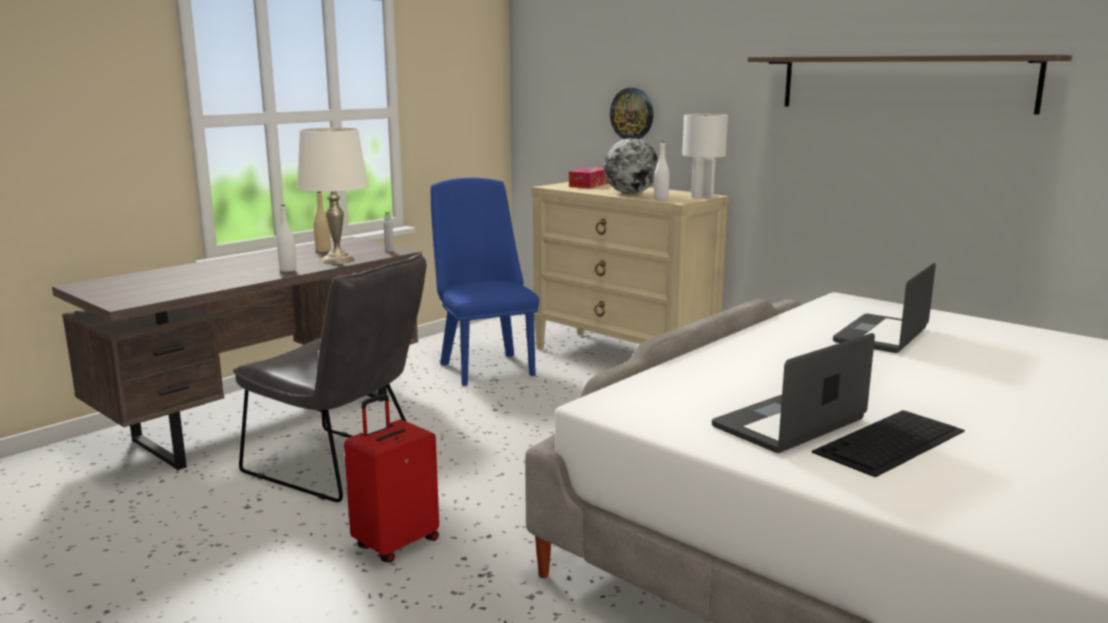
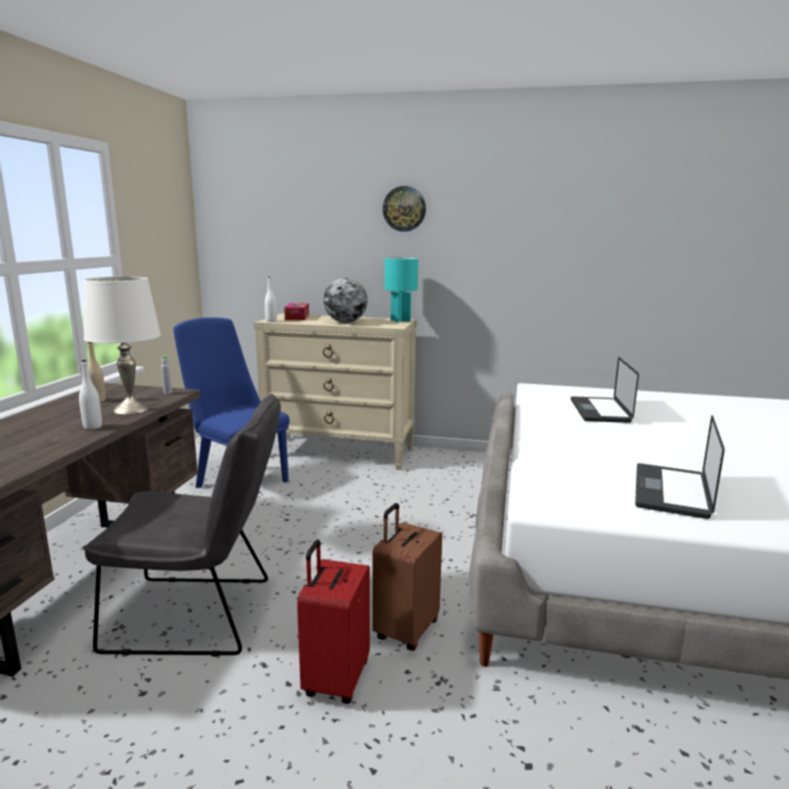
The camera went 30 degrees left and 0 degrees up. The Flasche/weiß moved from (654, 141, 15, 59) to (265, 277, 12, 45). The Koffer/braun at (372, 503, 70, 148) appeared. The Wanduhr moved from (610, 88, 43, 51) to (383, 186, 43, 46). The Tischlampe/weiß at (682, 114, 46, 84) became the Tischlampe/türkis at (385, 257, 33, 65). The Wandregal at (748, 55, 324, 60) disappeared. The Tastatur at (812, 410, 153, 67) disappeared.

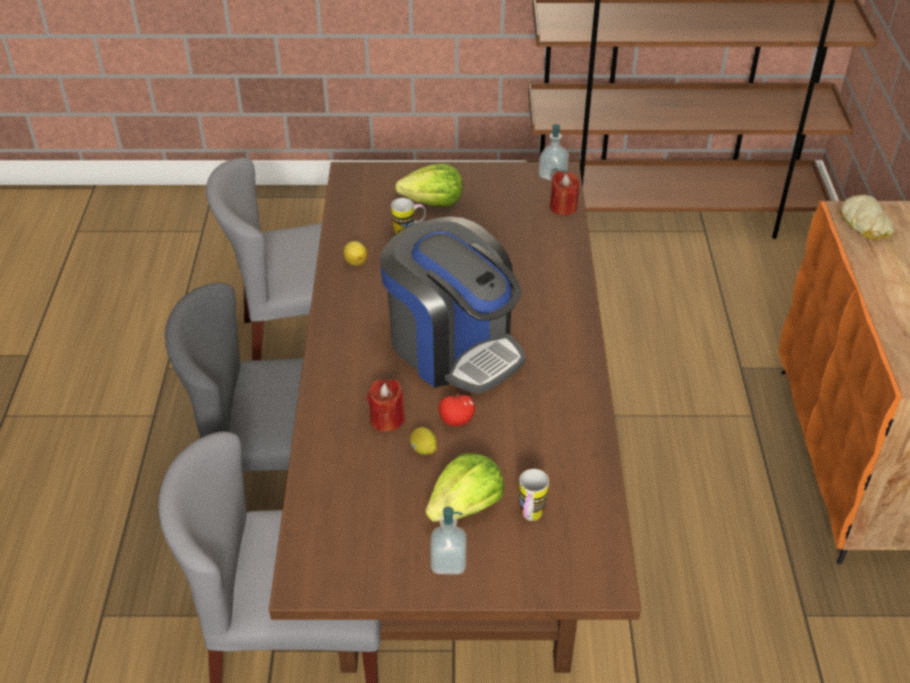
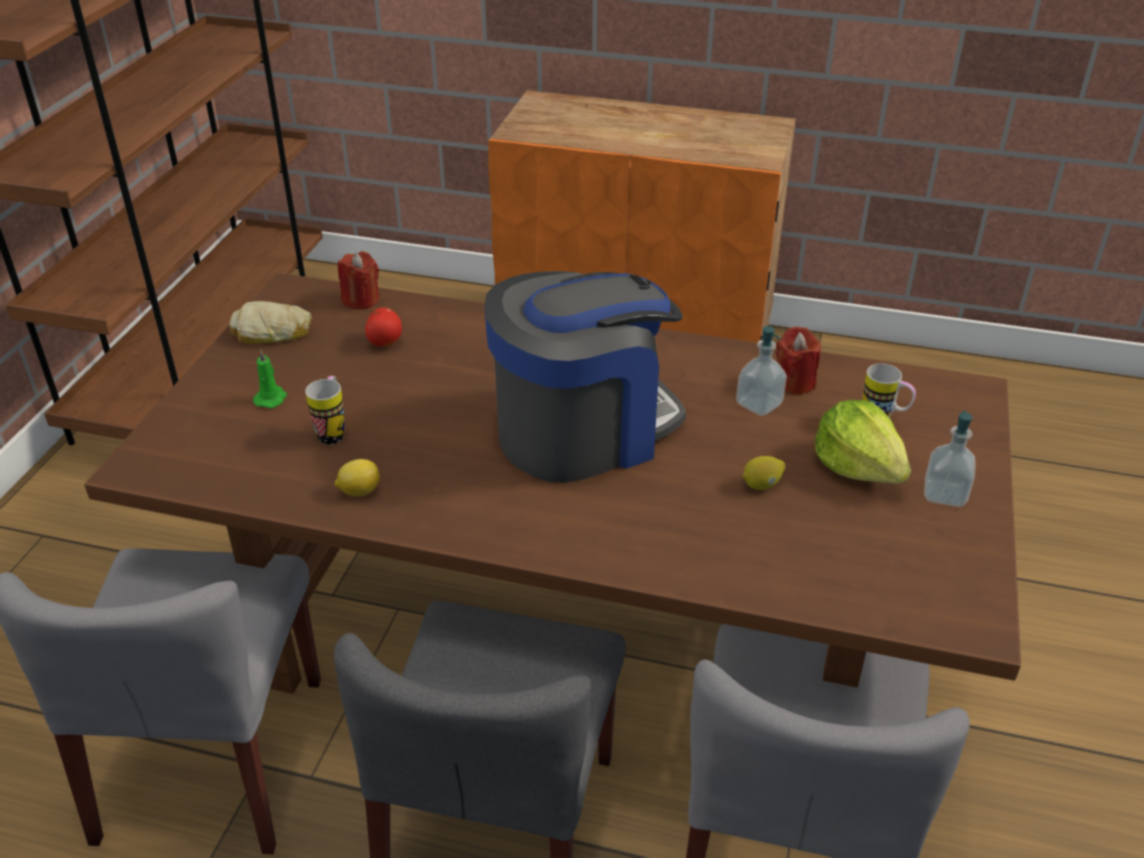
The camera went 75 degrees left and 5 degrees down. The Brot moved from (839, 195, 55, 45) to (230, 301, 82, 42). The Salatkopf at (395, 164, 68, 43) was replaced by the Kerze/grün at (253, 349, 34, 59). The Apfel moved from (439, 391, 36, 35) to (365, 306, 37, 41). The Seifenspender moved from (539, 124, 30, 57) to (736, 326, 51, 90). The Kerze/rot moved from (367, 379, 38, 54) to (776, 326, 45, 69).

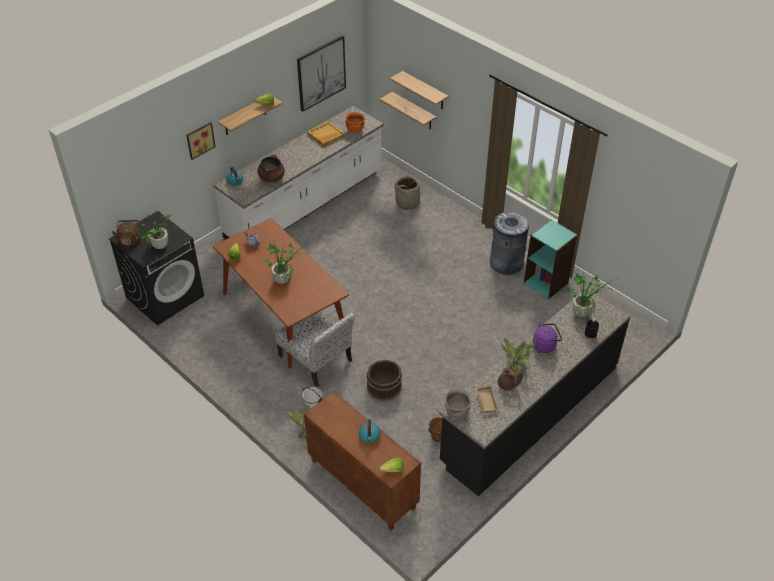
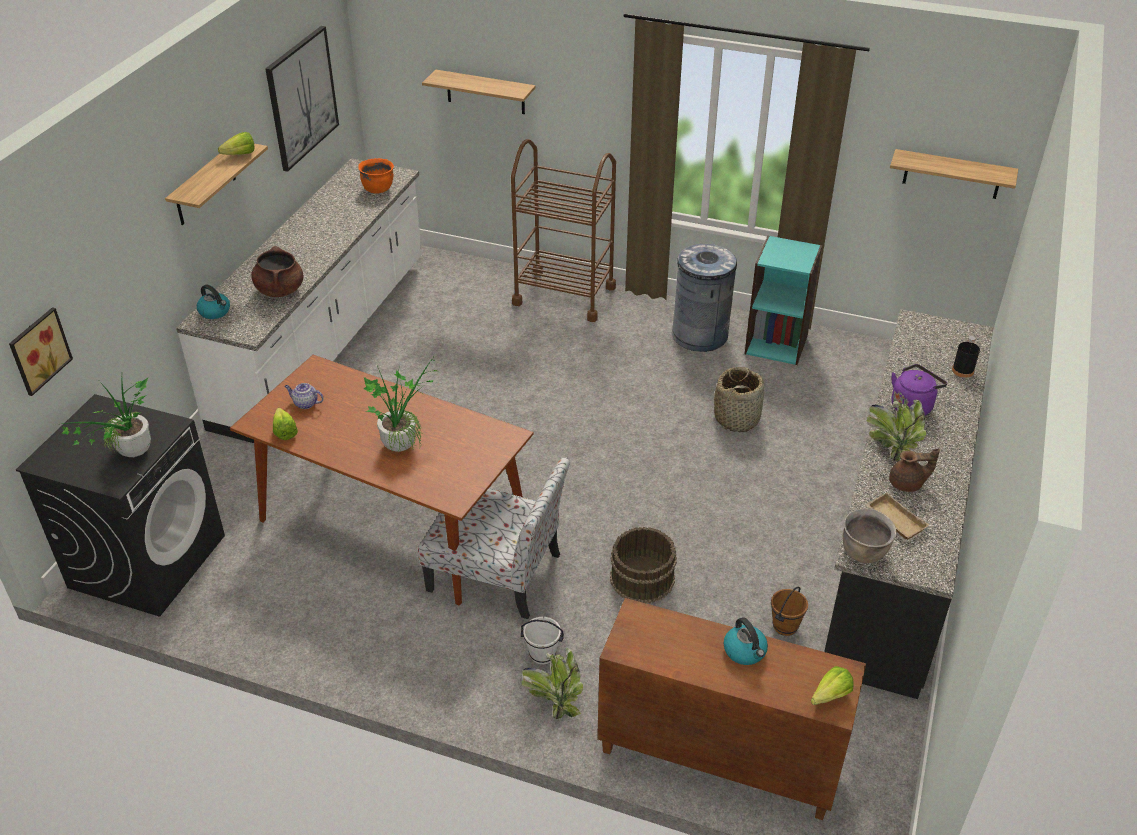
The camera went 25 degrees left and 5 degrees down. The Bild moved from (187, 122, 29, 38) to (9, 307, 64, 89). The Rollwagen/braun at (511, 139, 105, 183) appeared. The Korb moved from (395, 176, 29, 34) to (714, 367, 50, 65). The Wandregal moved from (379, 92, 58, 37) to (890, 149, 128, 50). The Wasserkessel/braun at (112, 220, 28, 26) disappeared. The Tablett/beige at (307, 121, 38, 26) disappeared. The Topfpflanze at (568, 273, 50, 46) disappeared.

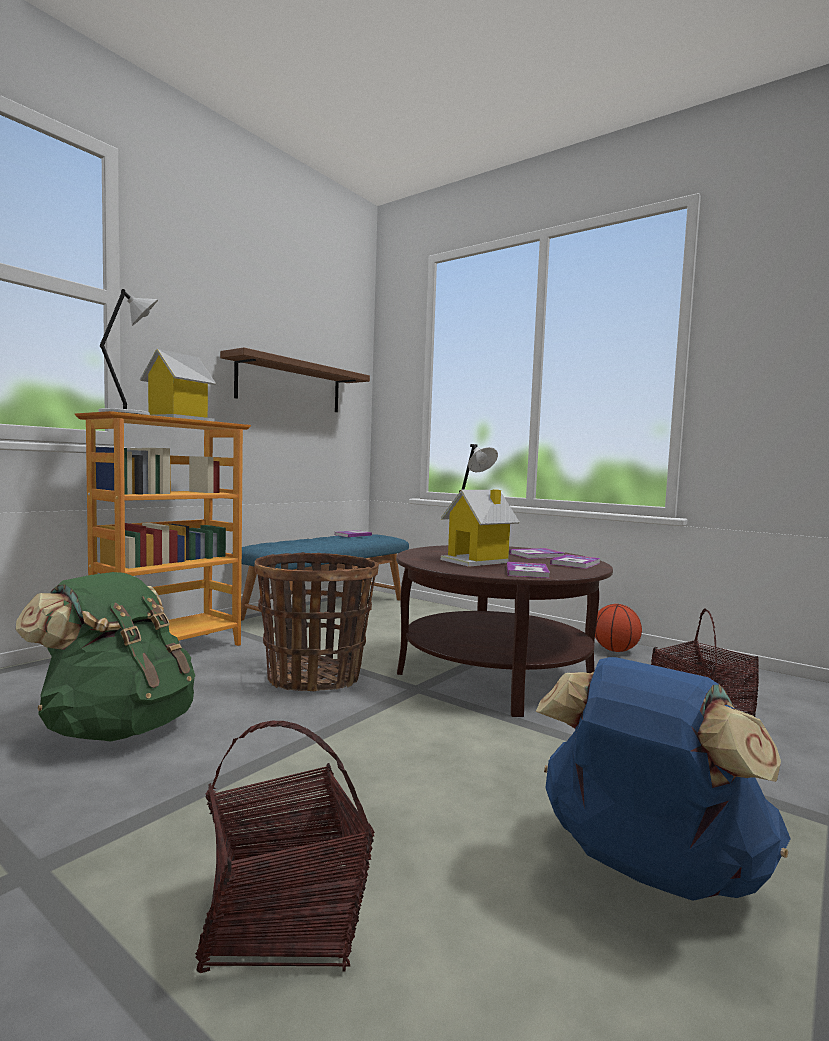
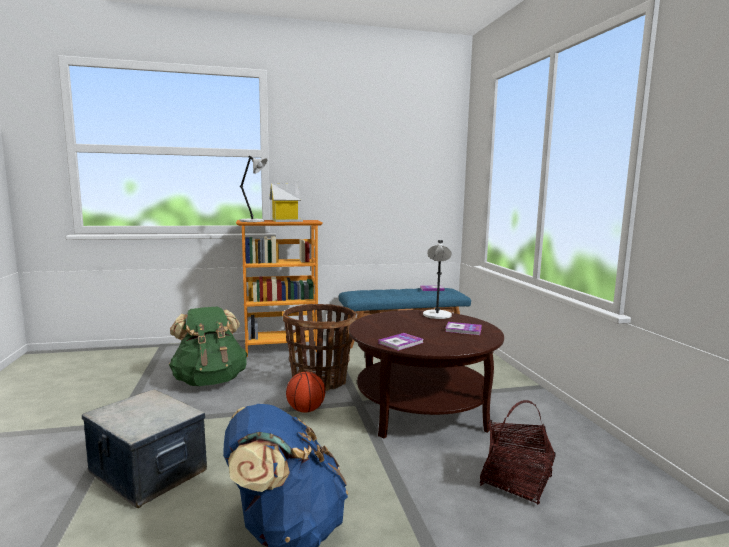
The camera went 40 degrees right and 5 degrees up. The Korb at (195, 721, 180, 252) was replaced by the Aufbewahrungsbox at (82, 389, 125, 119). The Basketball moved from (595, 604, 47, 48) to (286, 372, 39, 41). The Wandregal/braun at (220, 347, 150, 65) disappeared. The Spielzeughaus at (441, 490, 79, 77) disappeared. The Buch at (550, 554, 50, 15) disappeared.

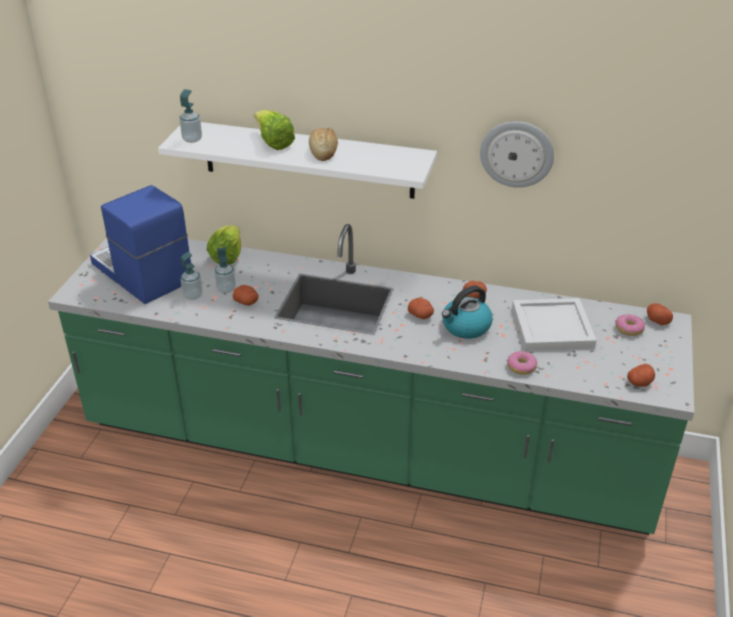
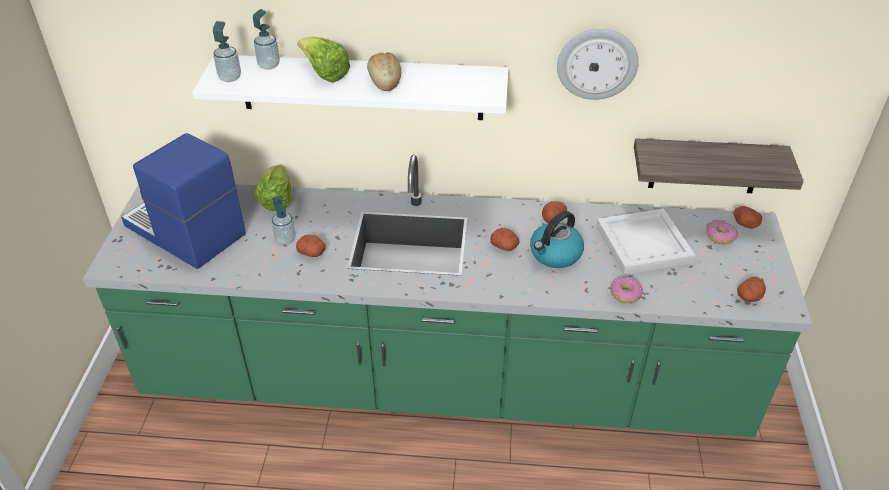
The camera went 10 degrees left and 5 degrees up. The Seifenspender moved from (181, 252, 21, 48) to (253, 9, 27, 61). The Wandregal at (634, 138, 170, 55) appeared.

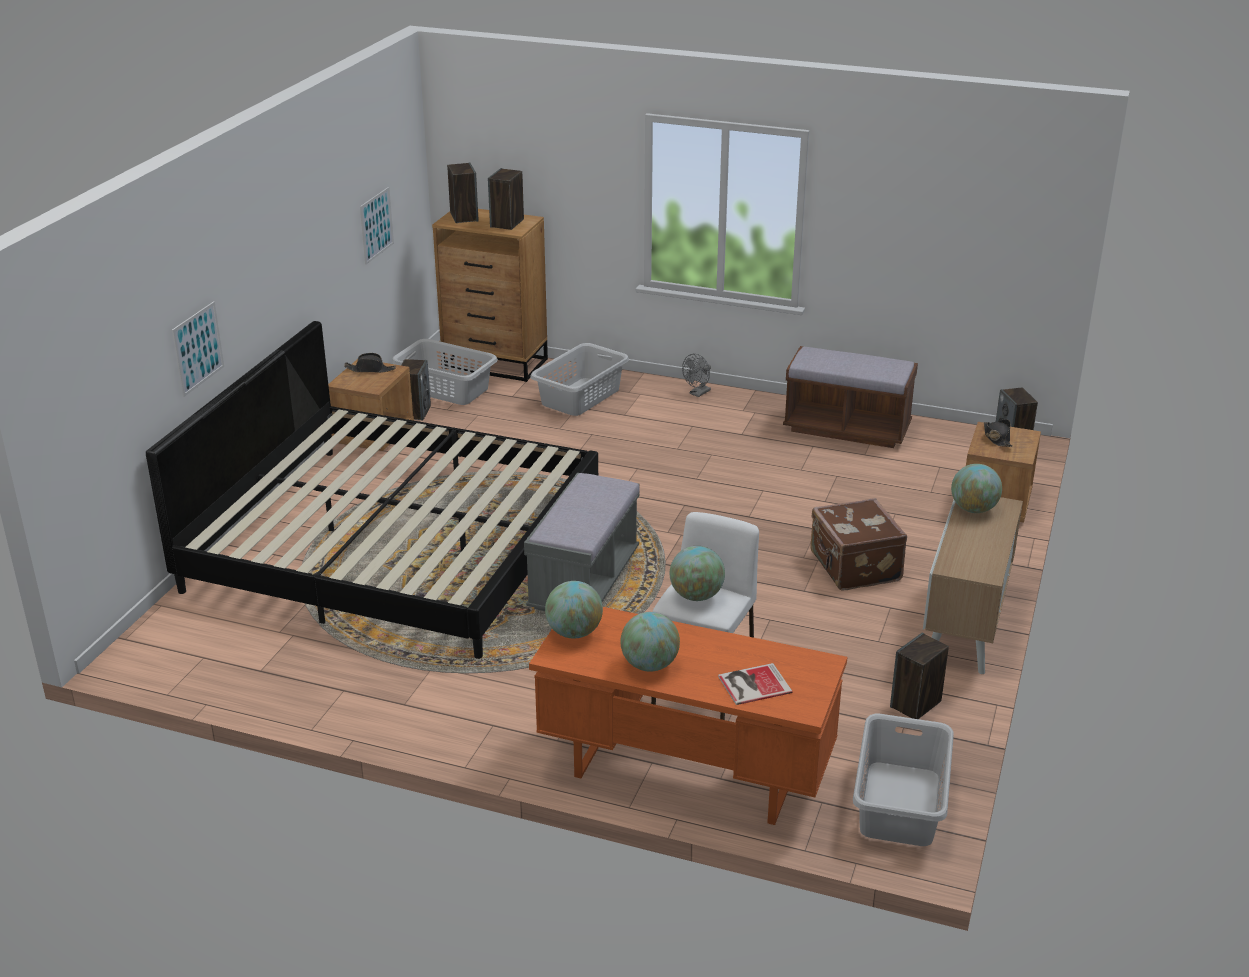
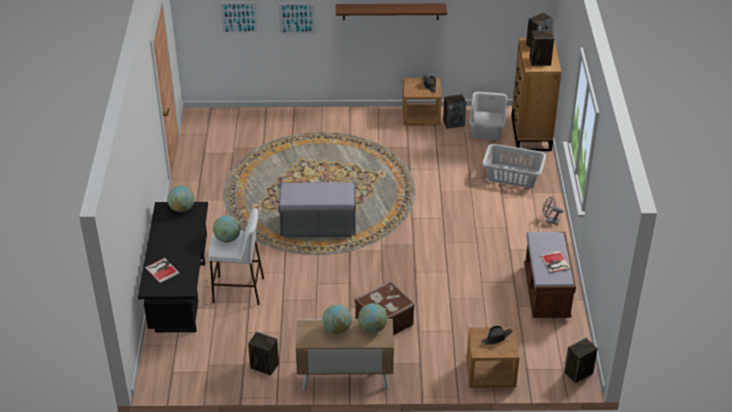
The camera went 70 degrees right and 10 degrees up. The Schreibtisch/orange at (529, 607, 318, 218) became the Schreibtisch/schwarz at (138, 202, 70, 131). The Bild moved from (360, 187, 34, 78) to (220, 2, 38, 32). The Globus moved from (620, 612, 60, 60) to (322, 304, 30, 30). The Wandregal/braun at (336, 4, 111, 17) appeared. The Buch at (540, 250, 31, 23) appeared. The Bett at (146, 321, 452, 338) disappeared. The Wäschekorb/grau at (853, 713, 101, 133) disappeared.

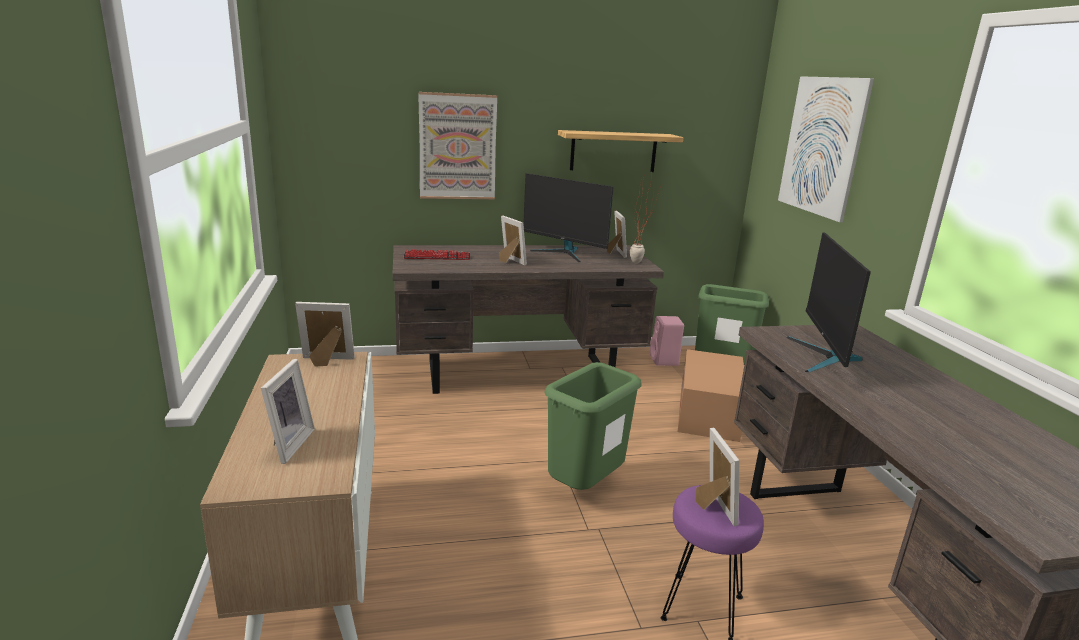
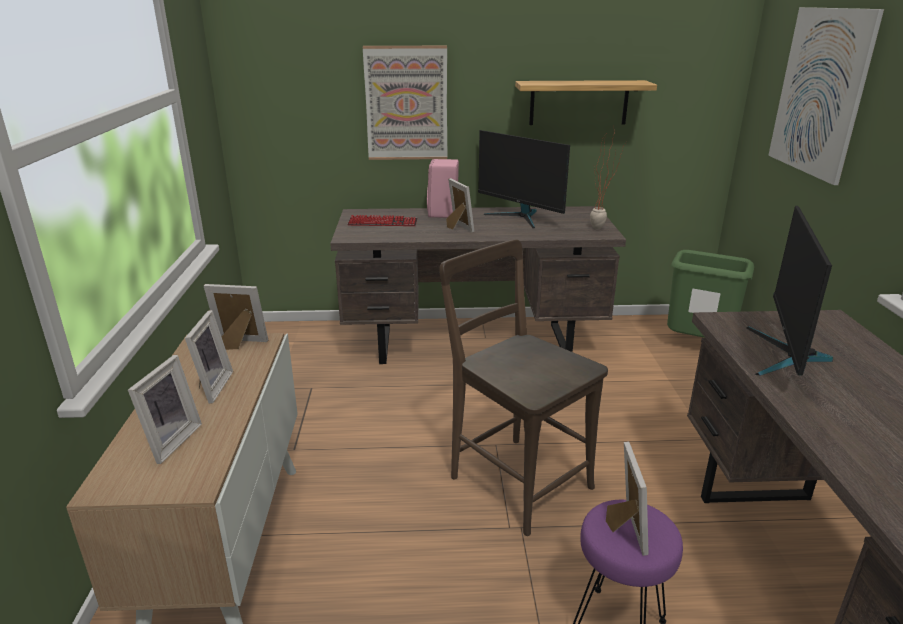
The camera went 10 degrees right and 5 degrees up. The Bilderrahmen moved from (607, 211, 20, 47) to (185, 310, 48, 94). The Lautsprecher/rosa moved from (650, 316, 34, 50) to (427, 159, 32, 59). The Mülleimer/grün at (544, 362, 98, 128) was replaced by the Stuhl/braun at (439, 239, 169, 297). The Karton at (678, 349, 66, 93) disappeared.

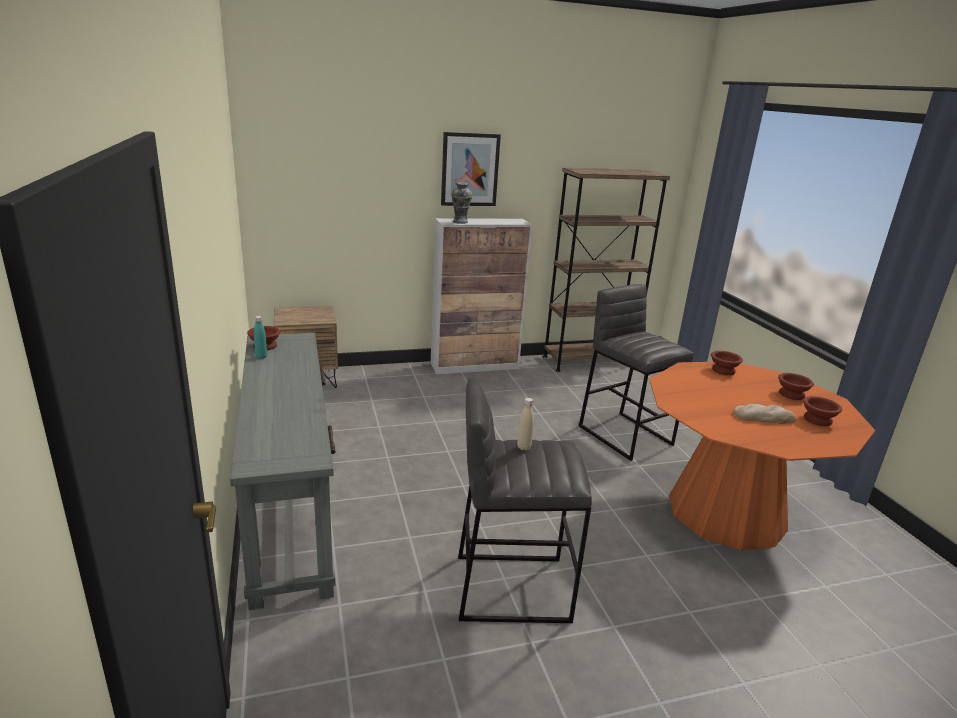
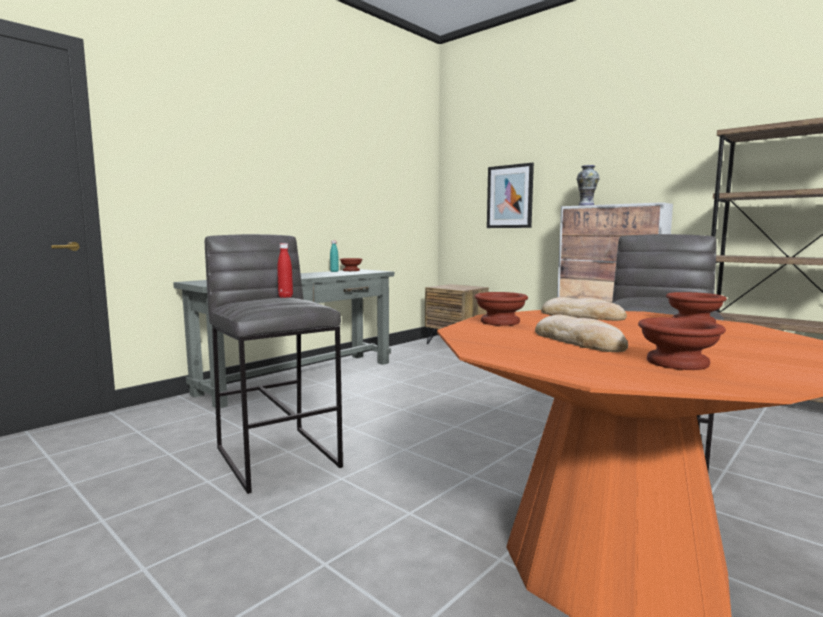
The camera went 60 degrees right and 15 degrees down. The Flasche/beige at (517, 398, 17, 52) became the Flasche/rot at (277, 243, 16, 55). The Schüssel/braun moved from (778, 373, 36, 27) to (474, 292, 54, 34). The Bild moved from (441, 132, 60, 74) to (487, 163, 47, 65). The Brot at (541, 297, 86, 24) appeared.

